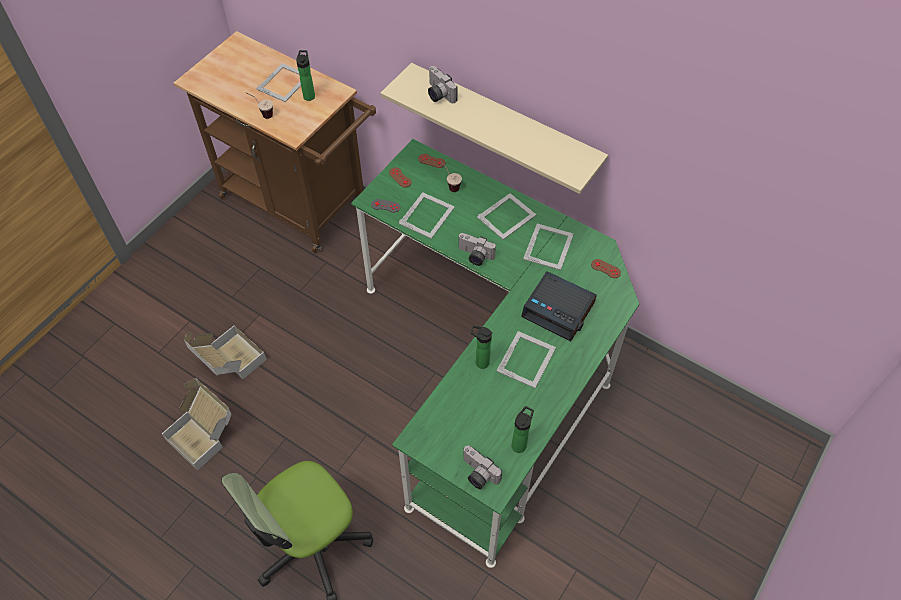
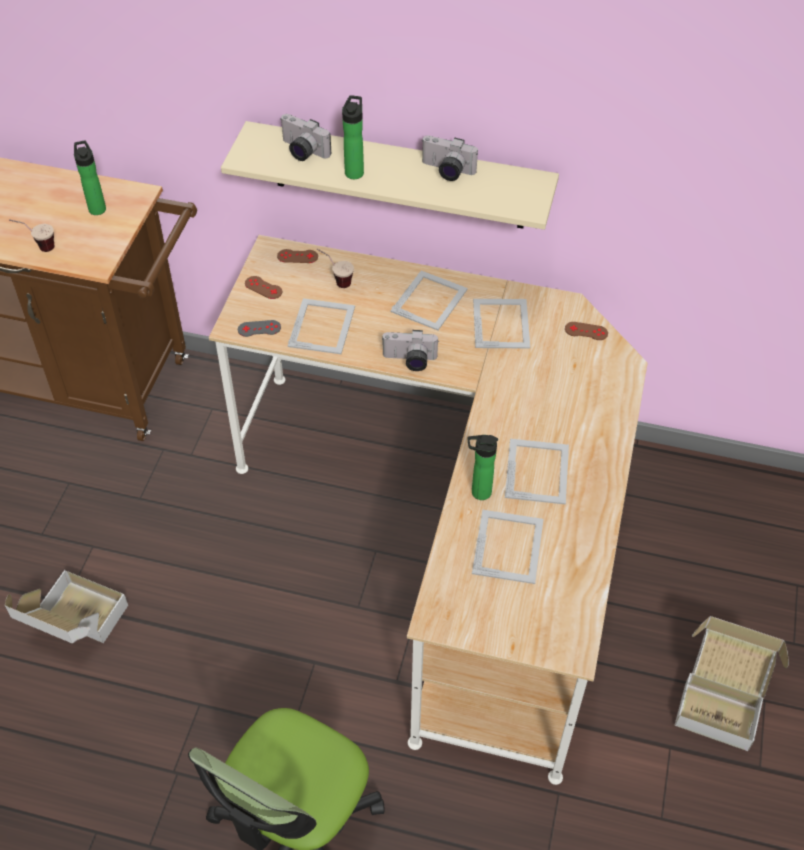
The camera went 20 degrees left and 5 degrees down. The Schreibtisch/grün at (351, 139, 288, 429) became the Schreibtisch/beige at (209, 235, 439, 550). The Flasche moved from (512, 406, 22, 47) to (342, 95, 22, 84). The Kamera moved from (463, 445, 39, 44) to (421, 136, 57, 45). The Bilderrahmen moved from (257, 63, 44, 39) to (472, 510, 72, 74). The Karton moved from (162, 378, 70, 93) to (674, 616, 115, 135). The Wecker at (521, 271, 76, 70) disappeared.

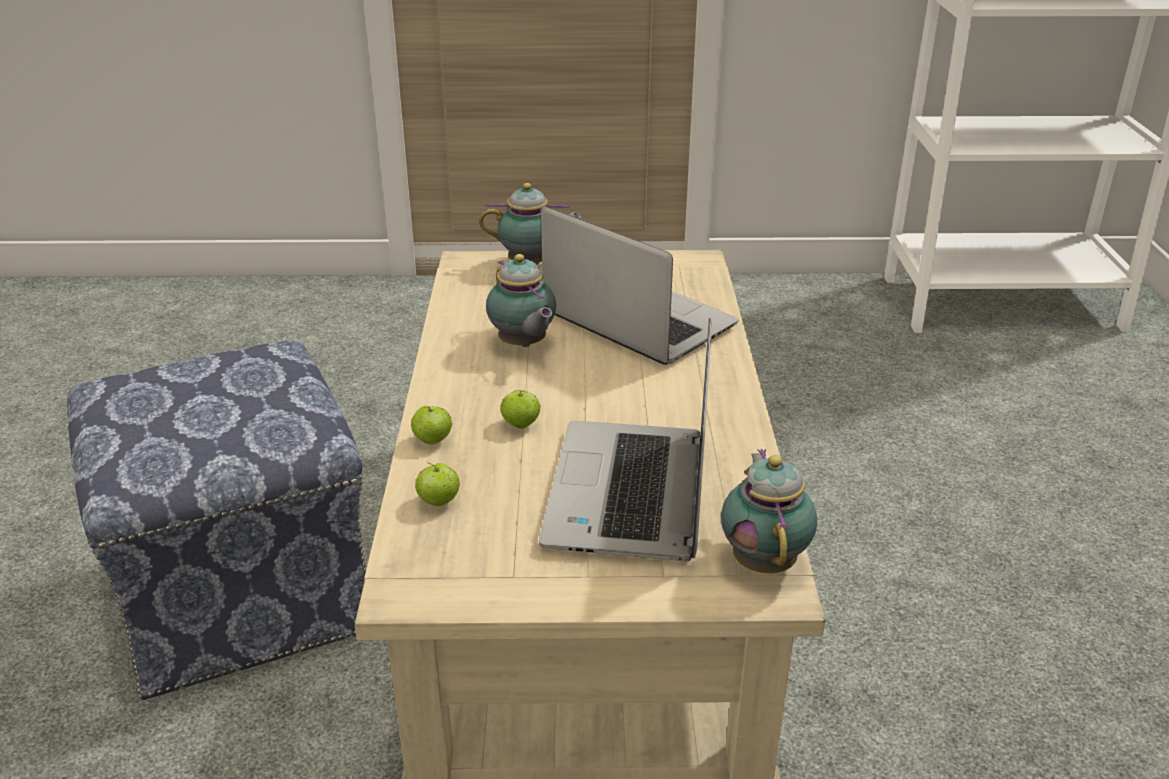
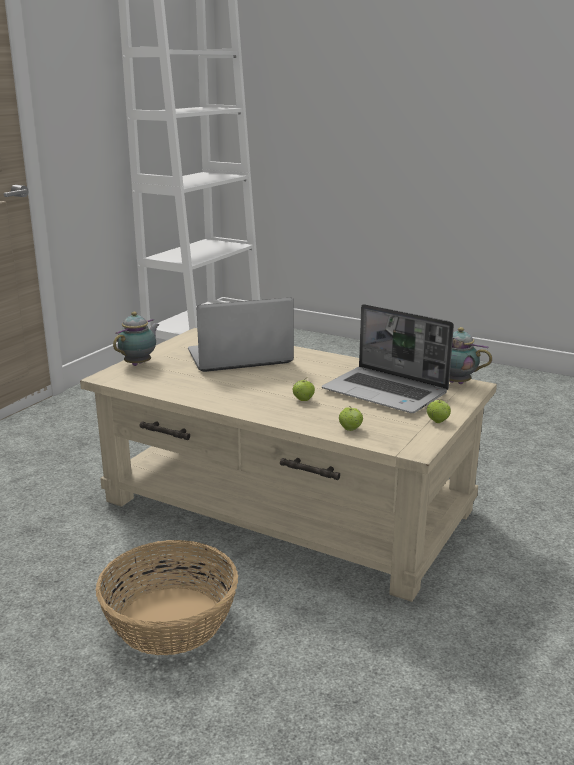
The camera went 60 degrees left and 10 degrees down. The Polsterhocker at (67, 340, 299, 360) was replaced by the Korb at (96, 540, 142, 115). The Apfel moved from (411, 406, 41, 39) to (427, 399, 24, 24). The Teekanne at (486, 254, 70, 93) disappeared.

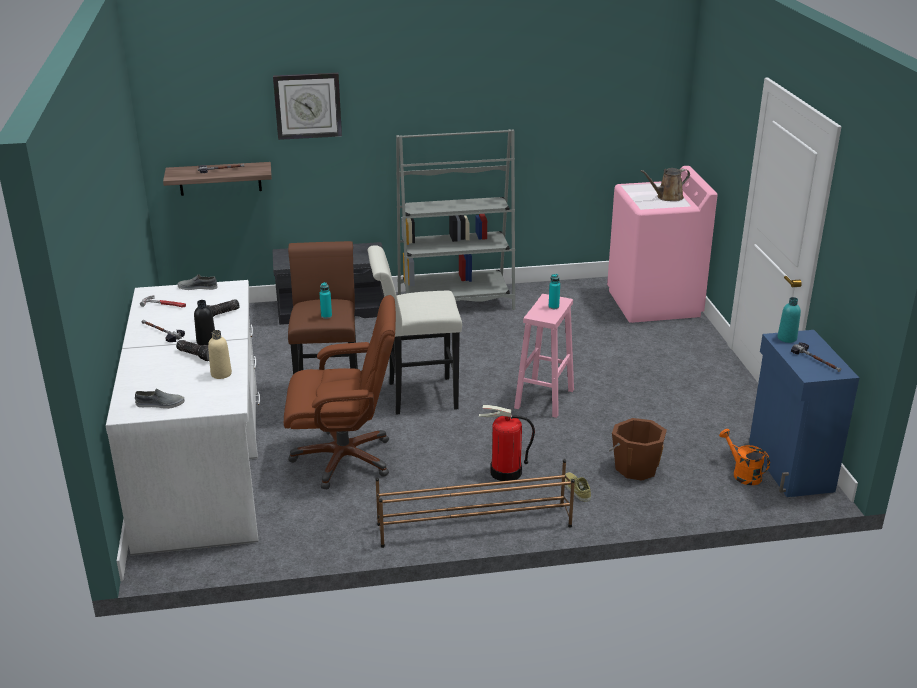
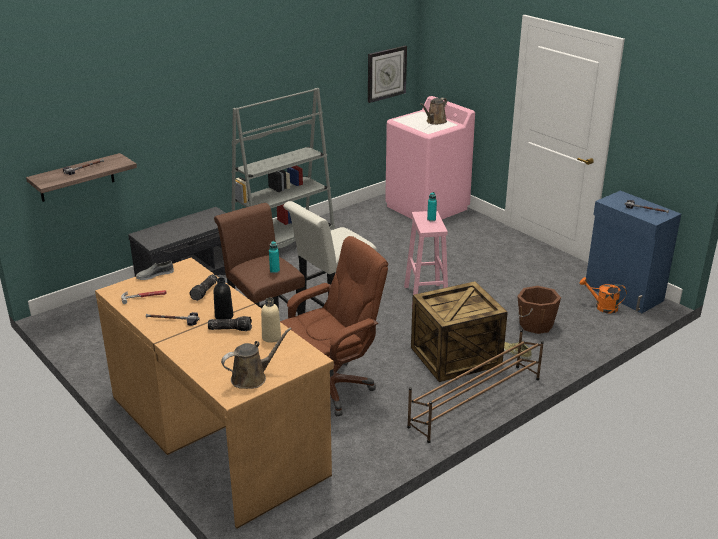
The camera went 30 degrees left and 0 degrees up. The Schreibtisch/weiß at (106, 280, 154, 275) became the Schreibtisch/braun at (95, 258, 239, 271). The Schuh/grau at (135, 388, 50, 21) was replaced by the Gießkanne/braun at (221, 327, 71, 62). The Wanduhr moved from (273, 73, 69, 67) to (368, 46, 39, 57). The Feuerlöscher at (479, 405, 56, 76) was replaced by the Kiste at (411, 281, 97, 101). The Flasche/türkis at (778, 297, 23, 46) disappeared.

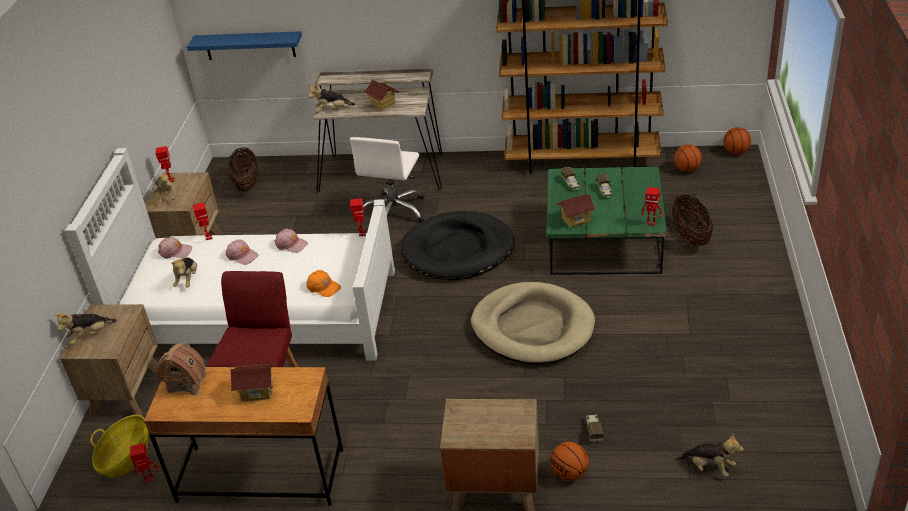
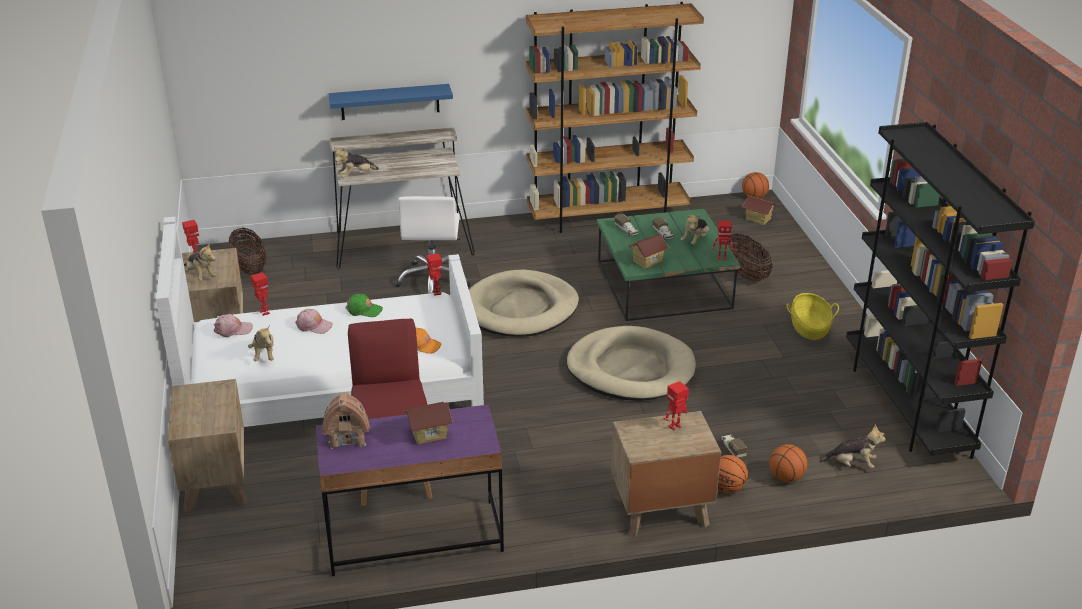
The camera went 20 degrees left and 5 degrees down. The Schreibtisch/braun at (144, 367, 199, 138) became the Schreibtisch/lila at (316, 405, 188, 171). The Wandregal/blau moved from (187, 31, 115, 29) to (328, 84, 125, 36). The Kappe/rosa at (275, 229, 33, 24) became the Kappe/grün at (345, 294, 38, 23). The Hundebett/schwarz at (401, 211, 114, 69) became the Hundebett/beige at (469, 270, 110, 67). The Spielzeugroboter moved from (130, 443, 28, 40) to (663, 381, 26, 50). The Plüschtier moved from (54, 313, 63, 32) to (681, 214, 28, 31). The Spielzeughaus moved from (363, 80, 36, 31) to (742, 195, 36, 30). The Basketball moved from (674, 144, 28, 28) to (769, 444, 39, 38). The Korb moved from (90, 415, 59, 62) to (786, 293, 53, 47). The Bücherregal/schwarz at (846, 122, 189, 337) appeared.

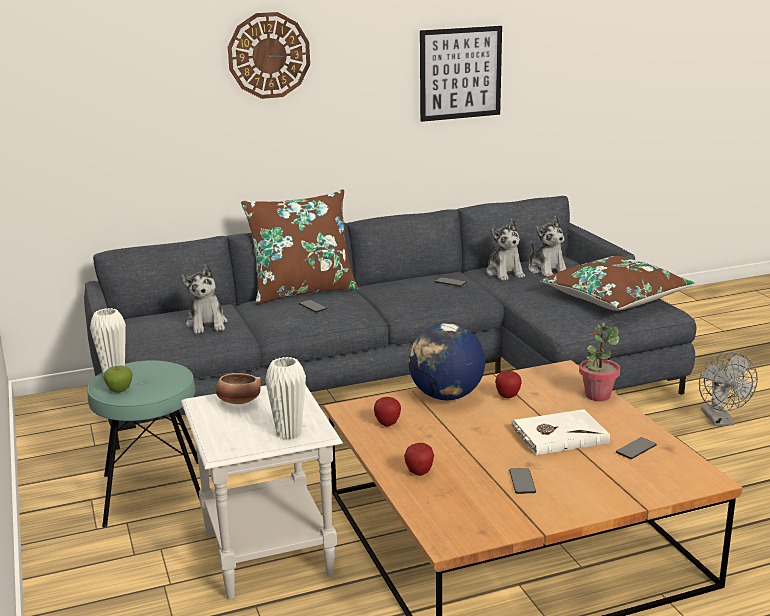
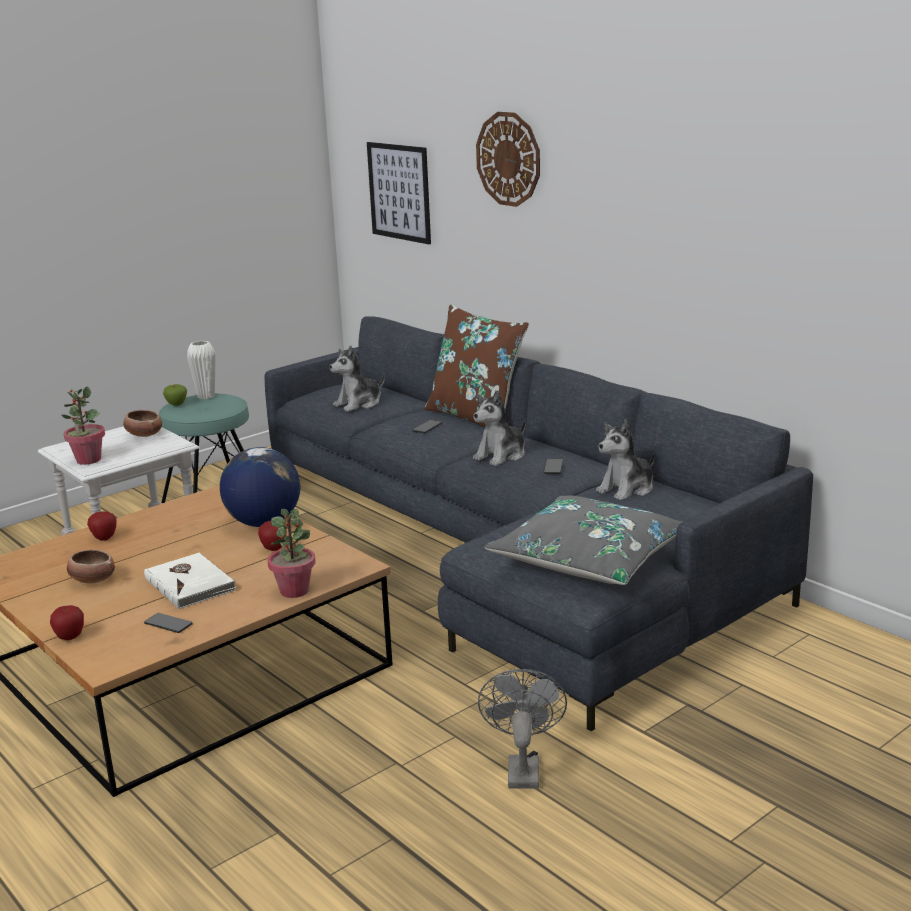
The camera went 70 degrees right and 0 degrees up. The Apfel moved from (374, 397, 27, 30) to (50, 605, 34, 35). The Vase/weiß at (265, 357, 41, 83) was replaced by the Topfpflanze at (61, 386, 44, 79). The Handy at (509, 468, 27, 26) was replaced by the Schüssel at (67, 549, 48, 34). The Bild moved from (420, 26, 82, 96) to (367, 142, 64, 102). The Plüschtier moved from (528, 216, 38, 61) to (473, 390, 53, 76). The Ventilator/grau at (699, 352, 59, 74) turned 120 degrees clockwise. The Kissen/braun at (540, 256, 154, 55) became the Kissen/grau at (484, 495, 198, 90).

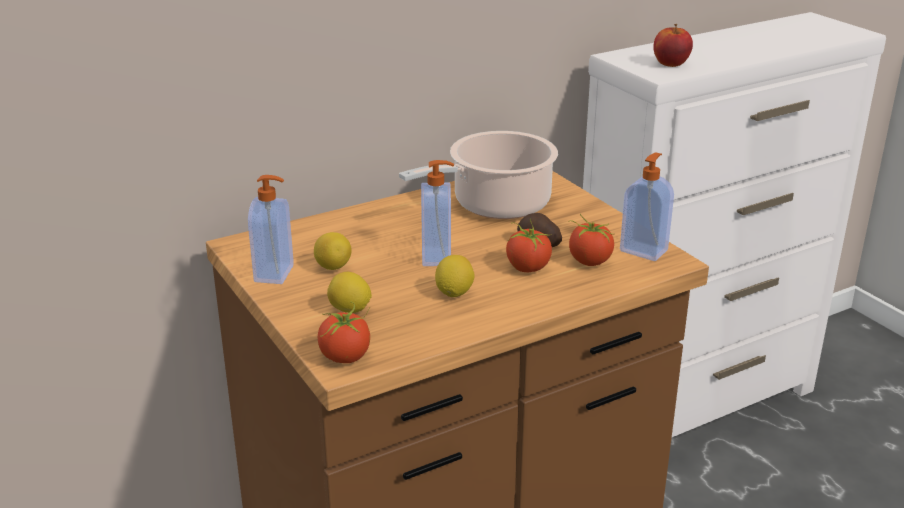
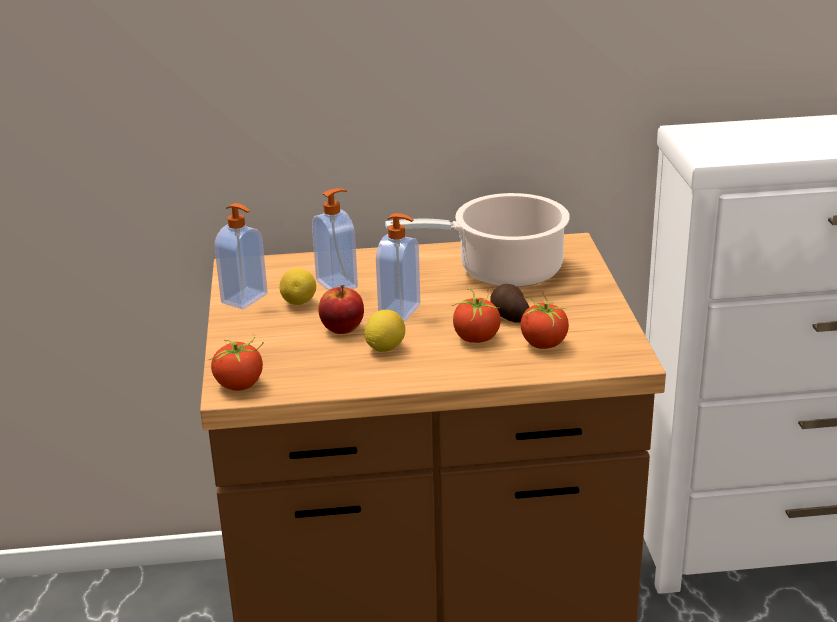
The camera went 25 degrees right and 0 degrees up. The Seifenspender moved from (620, 153, 54, 108) to (312, 188, 46, 102). The Apfel moved from (653, 24, 40, 43) to (318, 285, 46, 49). The Zitrone at (327, 272, 45, 41) disappeared.

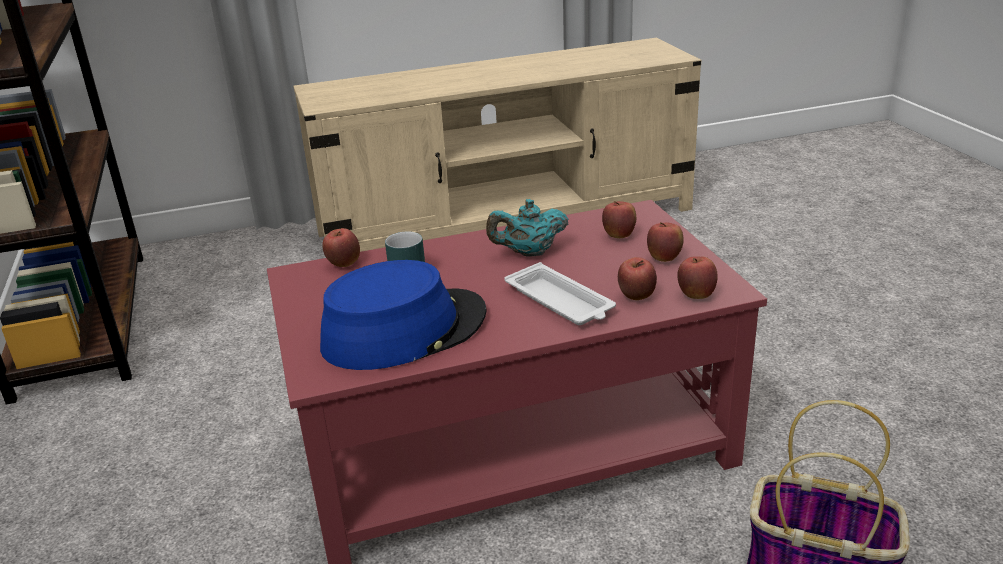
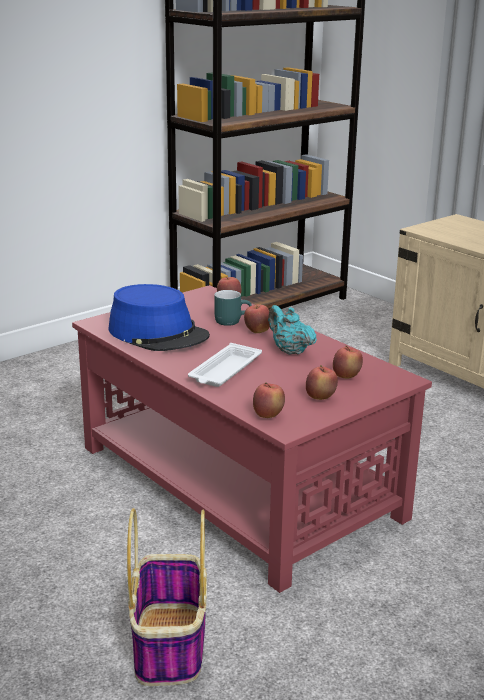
The camera went 65 degrees right and 5 degrees down. The Apfel moved from (618, 257, 39, 43) to (244, 304, 26, 29).

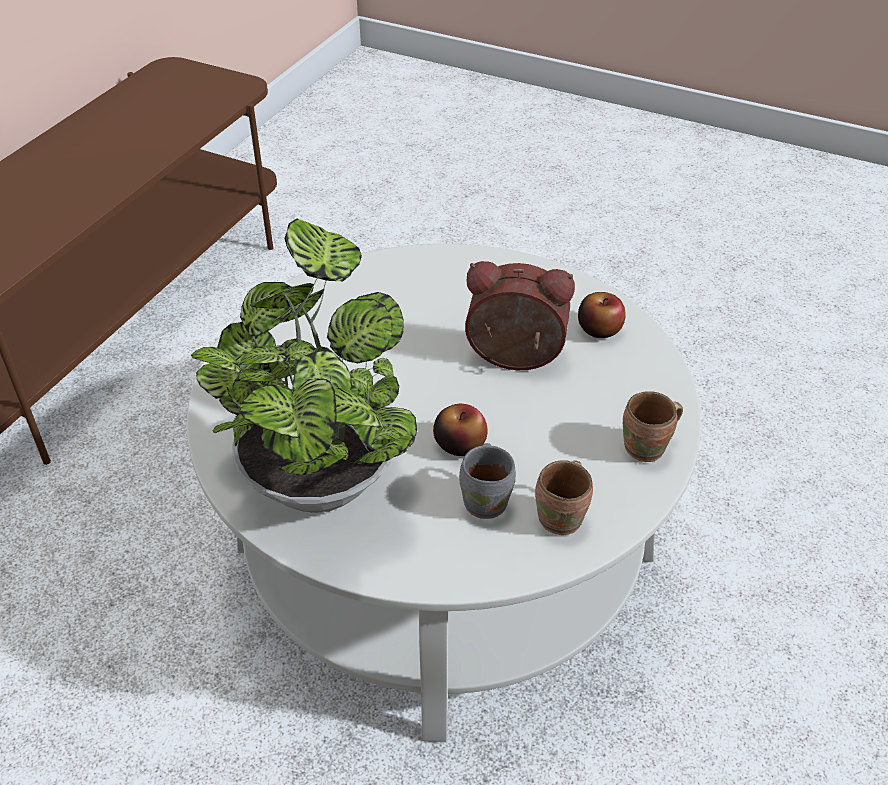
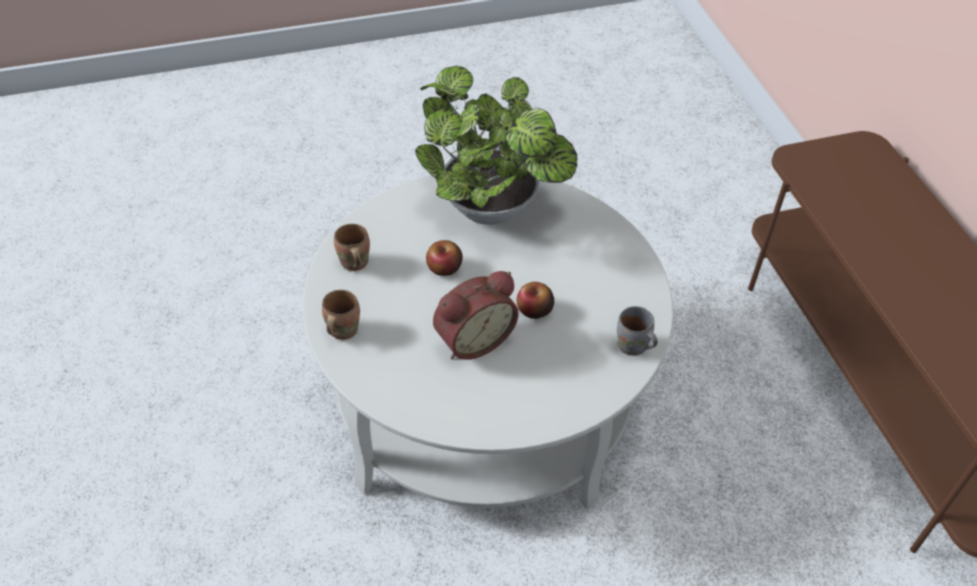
The camera went 135 degrees right and 5 degrees up. The Apfel moved from (578, 292, 48, 46) to (517, 282, 37, 37). The Henkelbecher/grau moved from (459, 443, 57, 76) to (617, 306, 41, 50).

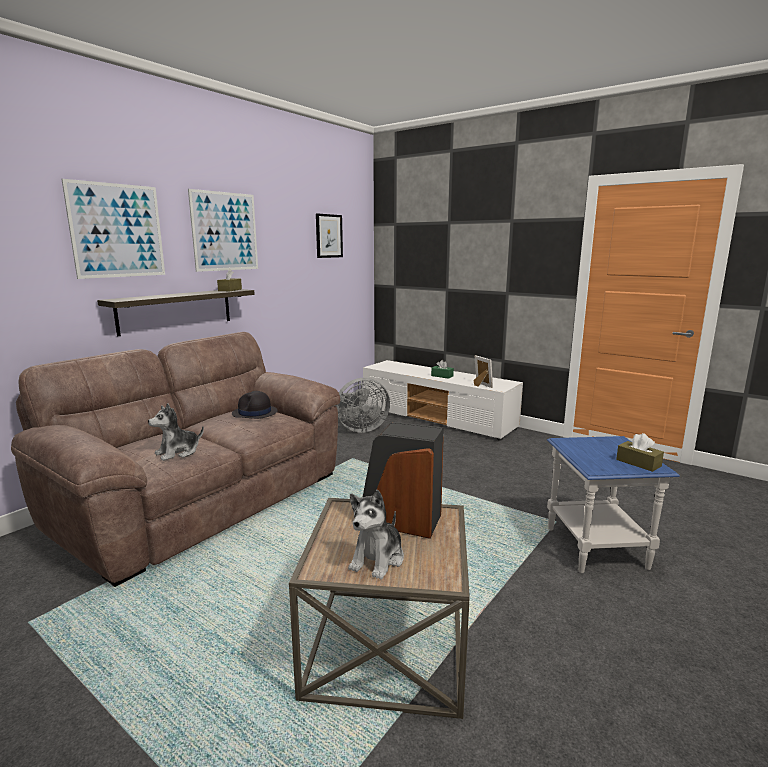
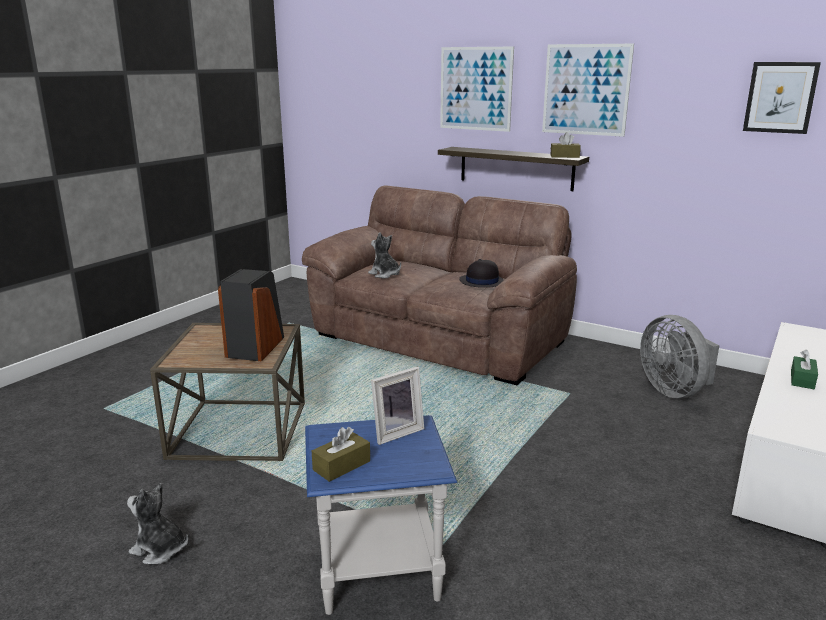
The camera went 85 degrees right and 5 degrees up. The Plüschtier moved from (348, 490, 56, 90) to (127, 483, 61, 82). The Bilderrahmen moved from (474, 355, 19, 33) to (371, 367, 53, 78).

